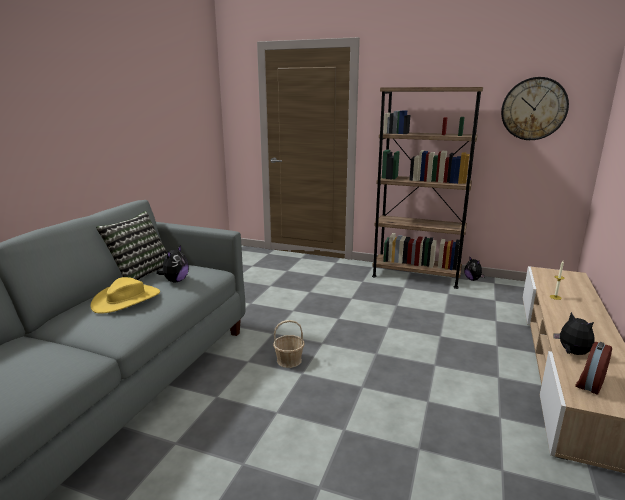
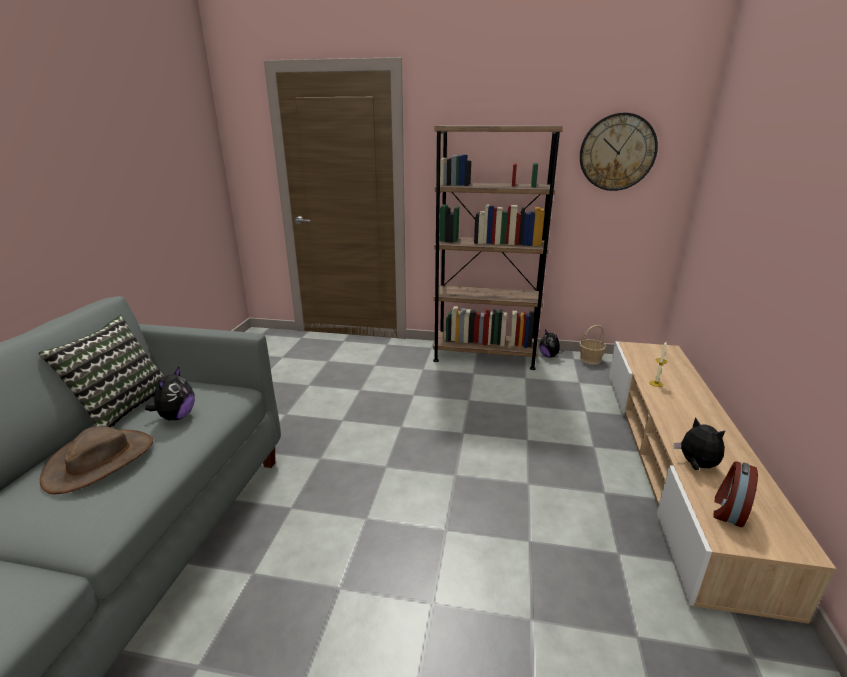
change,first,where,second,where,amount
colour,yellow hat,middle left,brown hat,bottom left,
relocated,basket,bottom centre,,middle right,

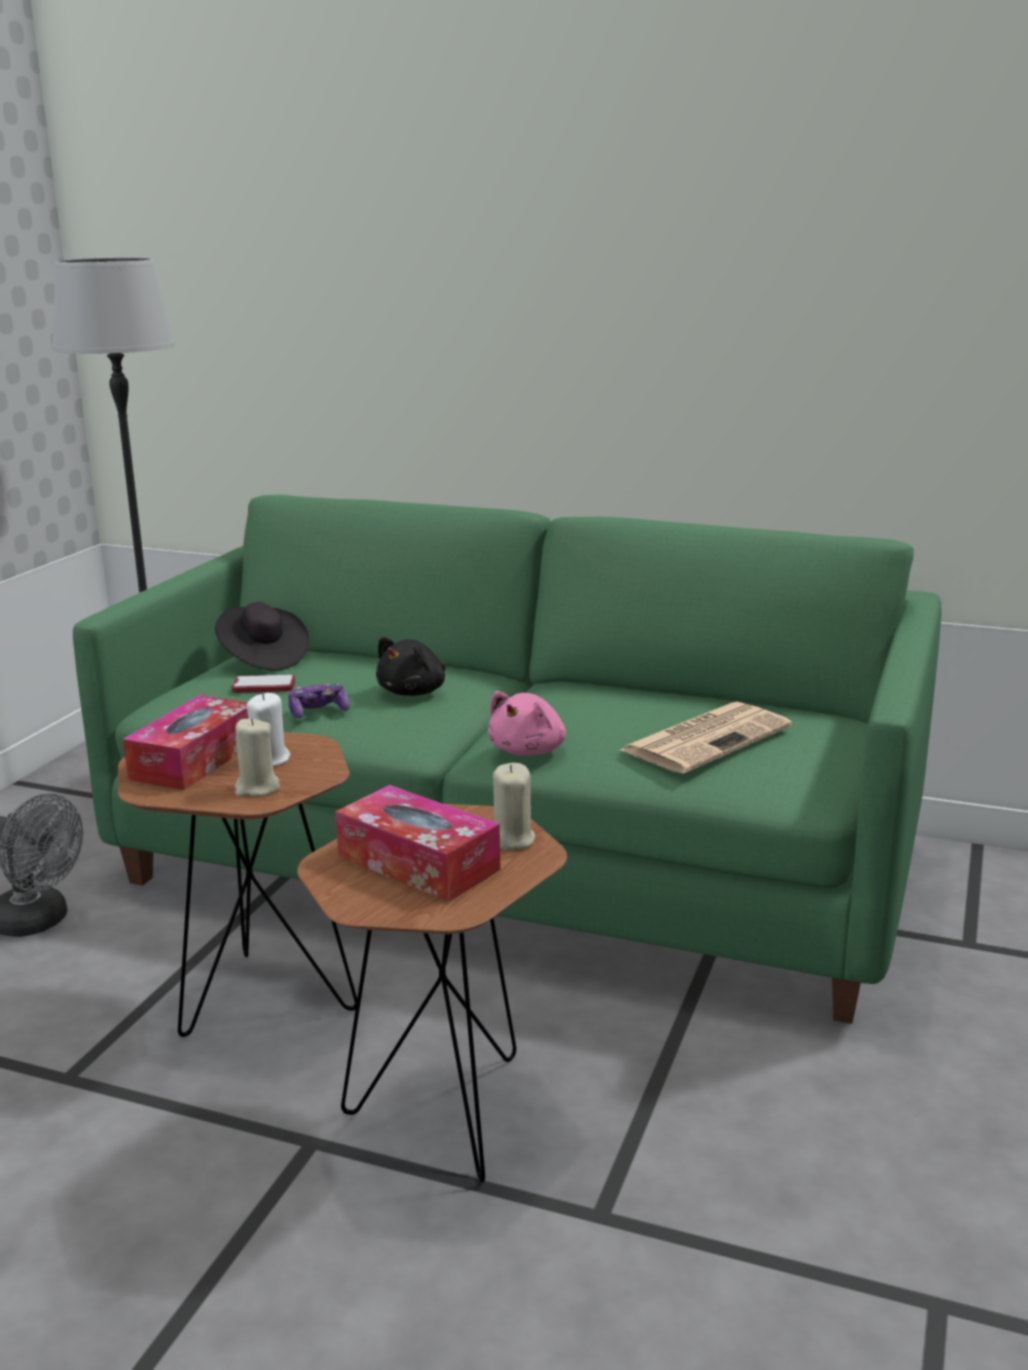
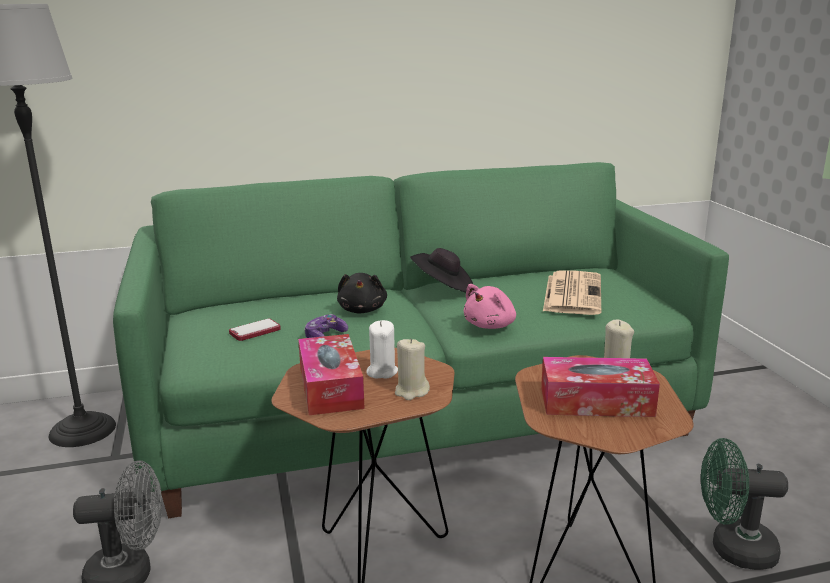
change,first,where,second,where,amount
relocated,black hat,middle left,,centre,
spun,pink plush toy,centre,,centre,45 degrees clockwise
appeared,,,green fan,bottom right,

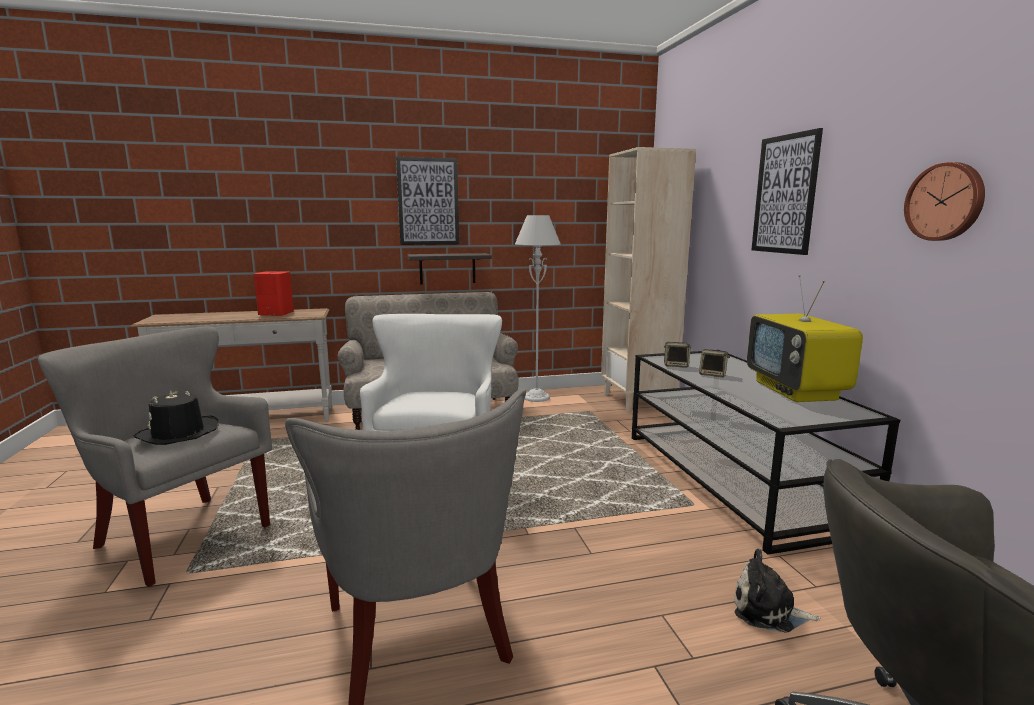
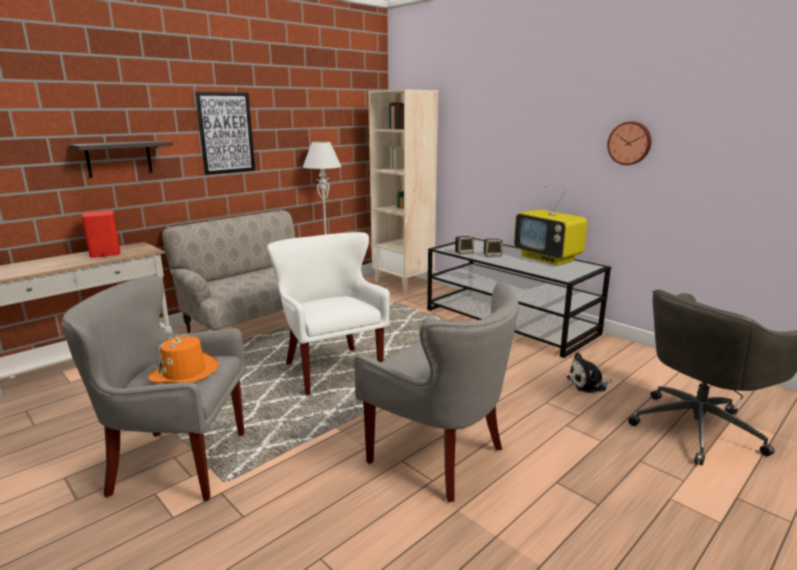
change,first,where,second,where,amount
colour,black hat,middle left,orange hat,middle left,
relocated,shelf,centre,,top left,
missing,picture (no. 2 from left),top right,,,

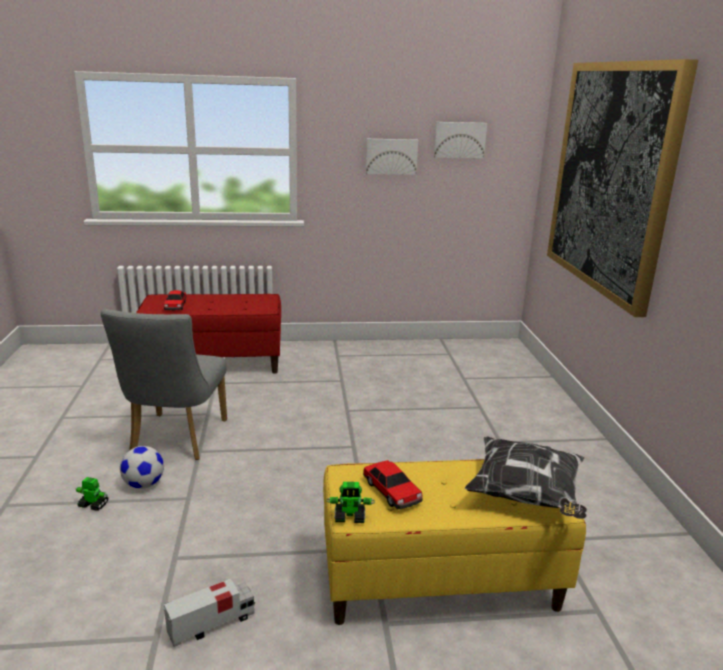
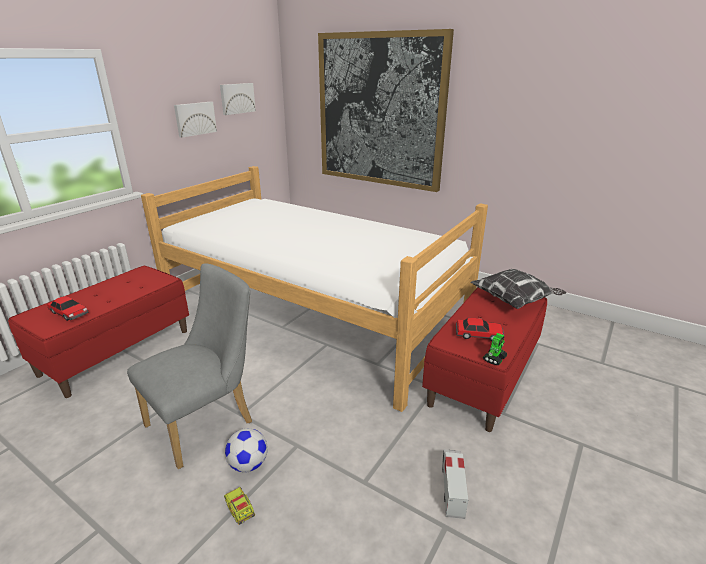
change,first,where,second,where,amount
exchanged,toy robot (no. 1 from left),bottom left,toy truck (no. 1 from left),bottom centre,
spun,grey chair,middle left,,middle left,90 degrees counterclockwise
colour,yellow bench,bottom centre,red bench (no. 2 from left),middle right,
appeared,,,bed,centre,

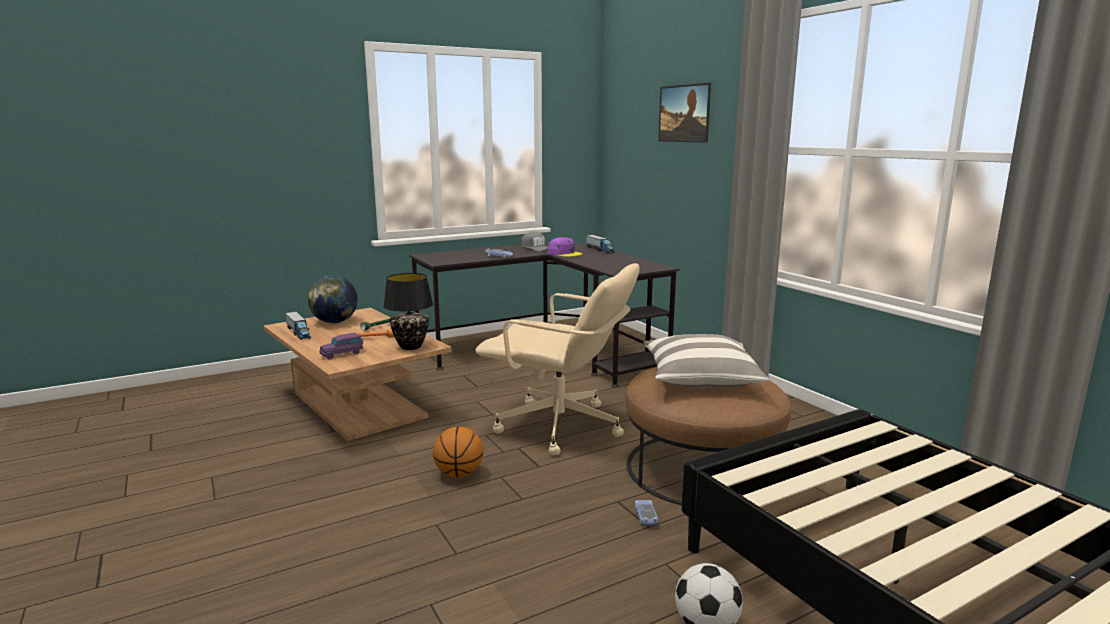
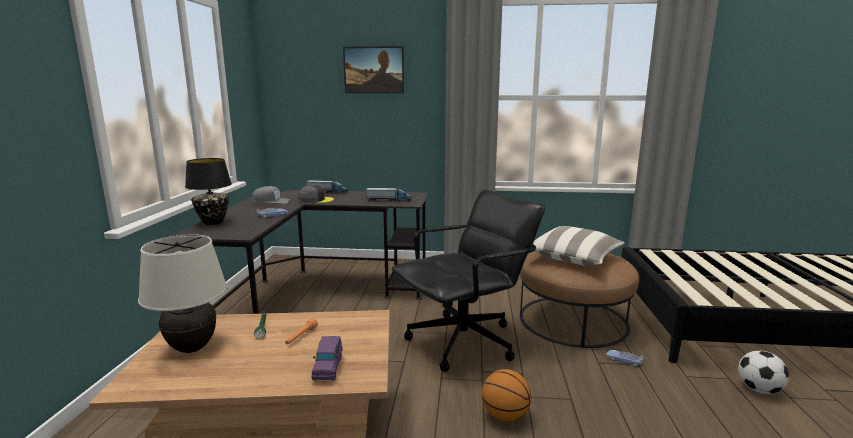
change,first,where,second,where,amount
relocated,toy truck (no. 1 from left in the first image),middle left,toy truck (no. 2 from left),centre,
exchanged,globe,middle left,beige table lamp,bottom left,
relocated,black table lamp,centre,,middle left,
colour,beige office chair,centre,black office chair,centre,
colour,purple cap,centre,grey cap (no. 2 from left),centre,

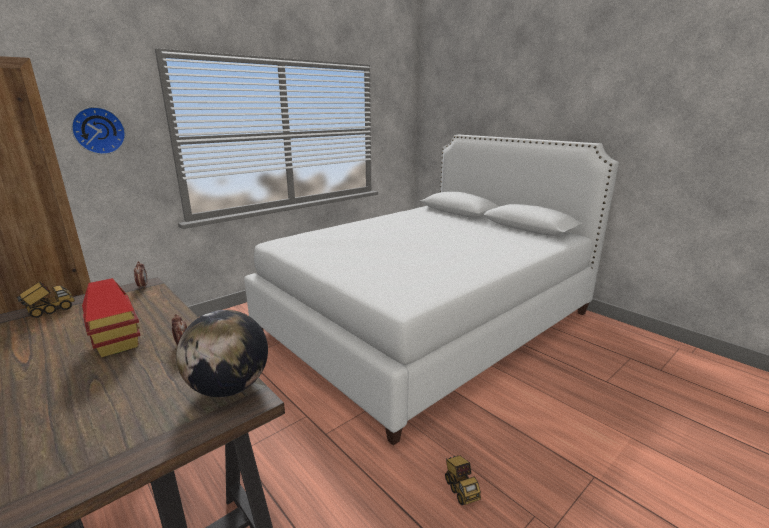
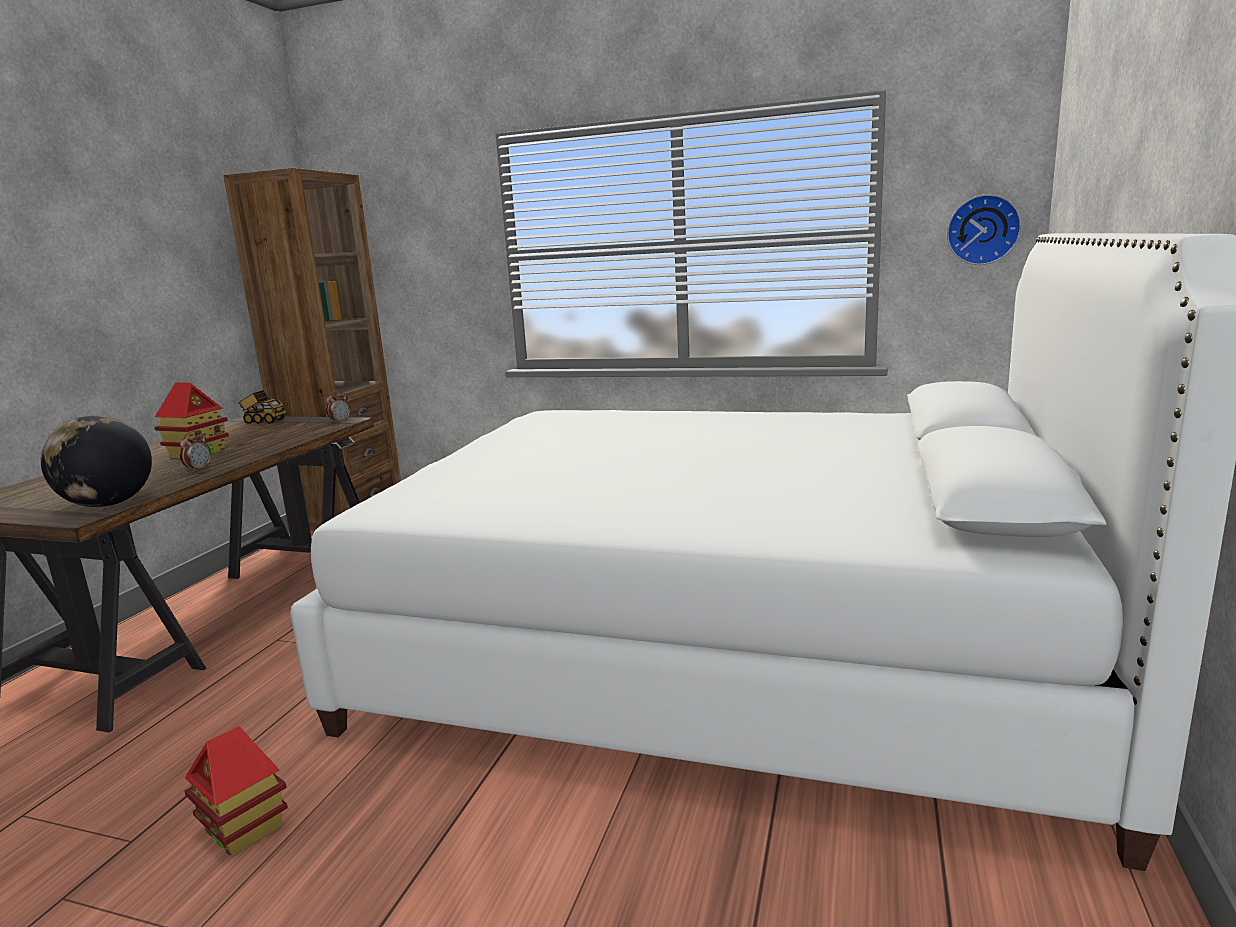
change,first,where,second,where,amount
relocated,wall clock,top left,,top right,
exchanged,toy truck (no. 2 from left),bottom centre,toy house (no. 2 from left),bottom left,

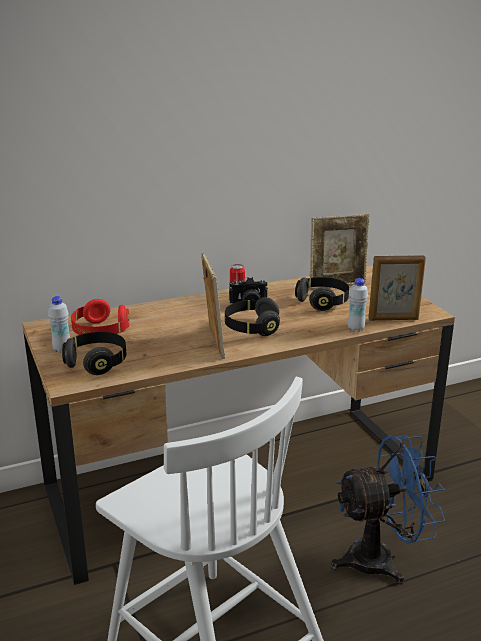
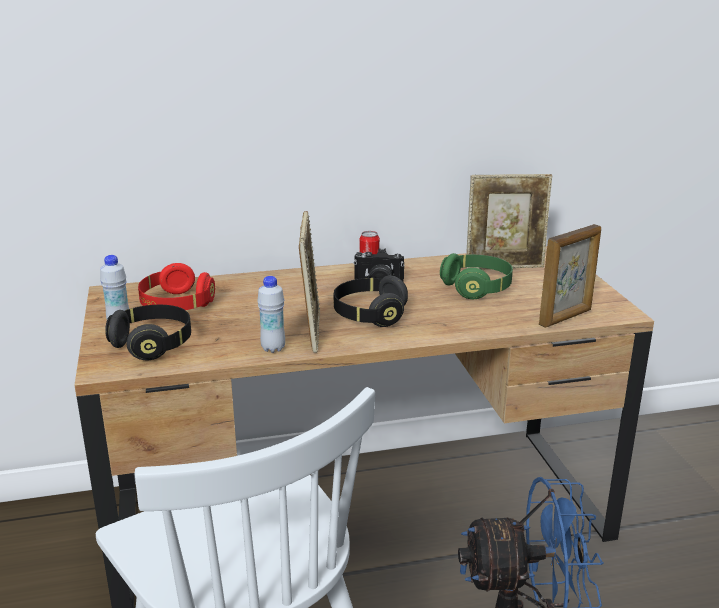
change,first,where,second,where,amount
colour,black headphones (no. 3 from left),middle right,green headphones,centre,
relocated,white bottle (no. 2 from left),middle right,,centre,
spun,picture frame (no. 3 from left),middle right,,middle right,45 degrees counterclockwise

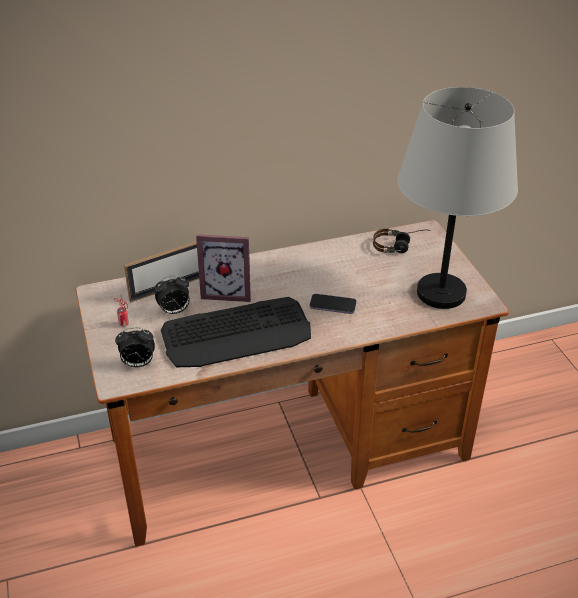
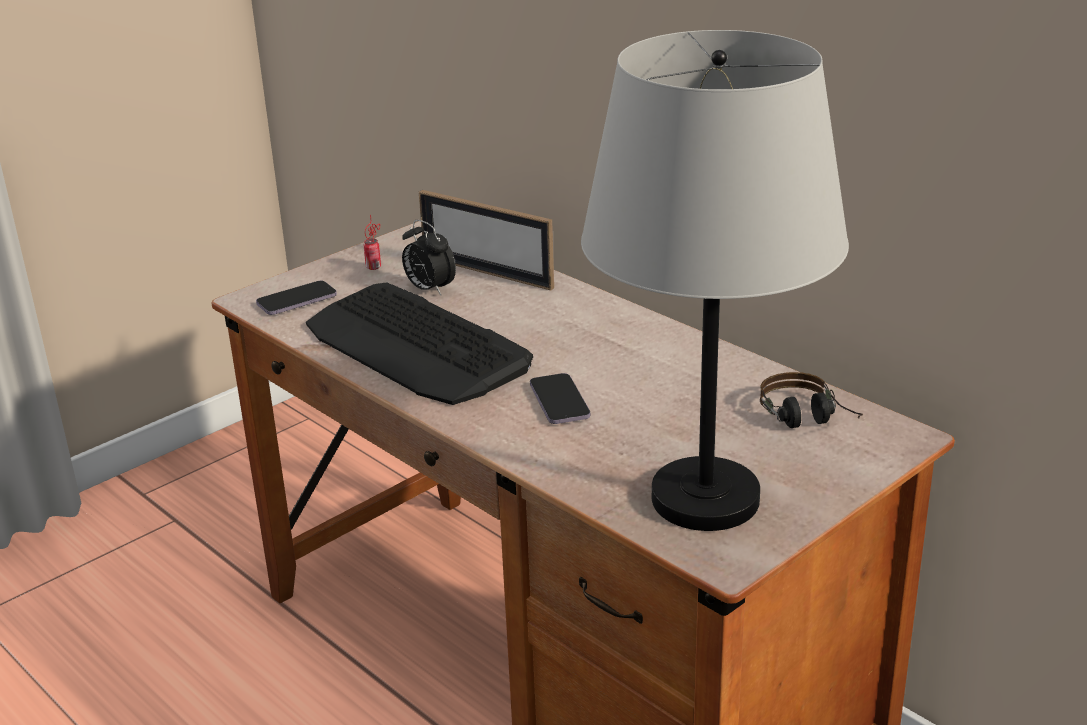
change,first,where,second,where,amount
exchanged,alarm clock (no. 1 from left),middle left,phone (no. 1 from left),middle left,
missing,picture frame (no. 2 from left),centre,,,

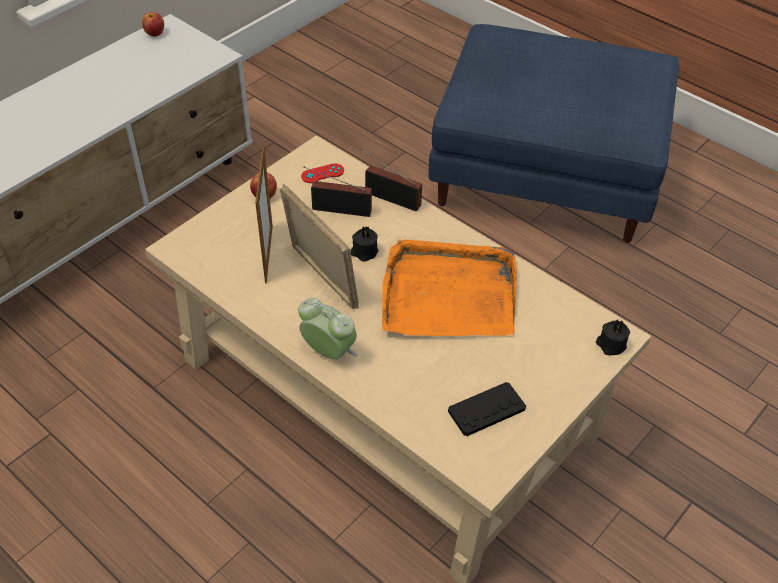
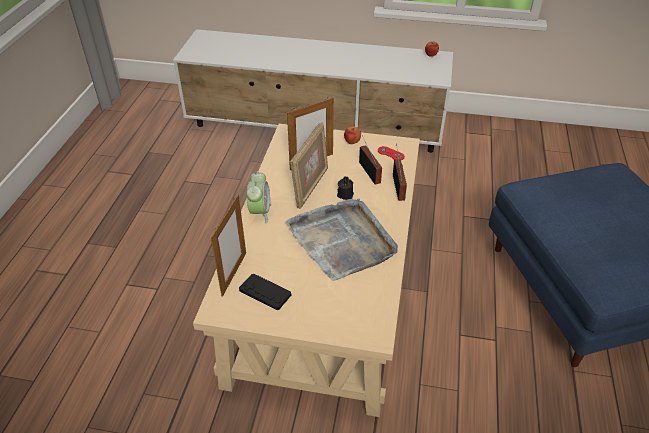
change,first,where,second,where,amount
colour,orange tray,centre,grey tray,centre,
missing,black candle (no. 2 from left),middle right,,,
appeared,,,picture frame (no. 1 from left),centre,

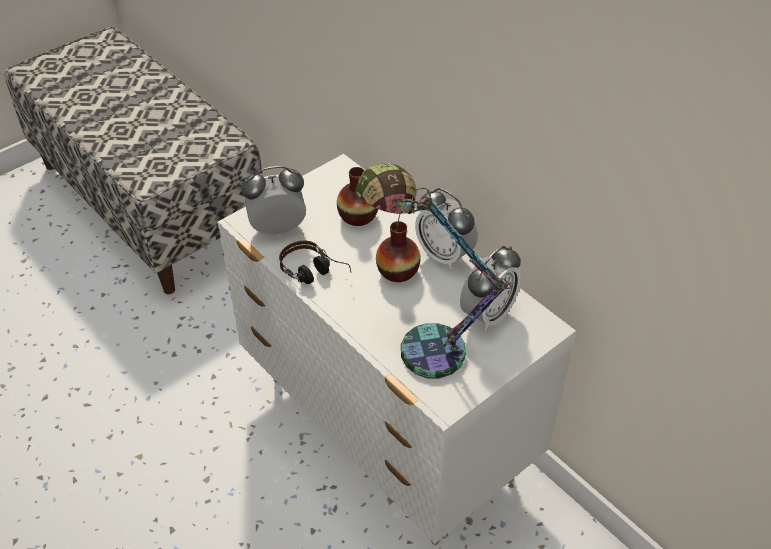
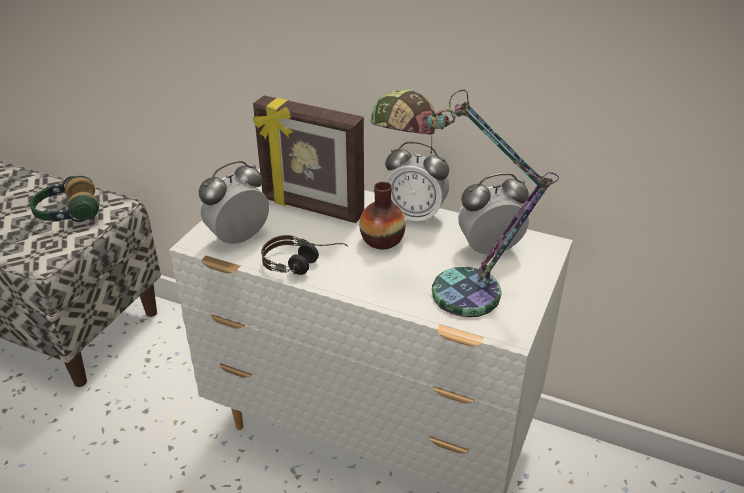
change,first,where,second,where,amount
exchanged,vase (no. 1 from left),centre,picture frame,top centre,
spun,alarm clock (no. 3 from left),centre,,centre,120 degrees counterclockwise
appeared,,,headphones (no. 1 from left),middle left,

